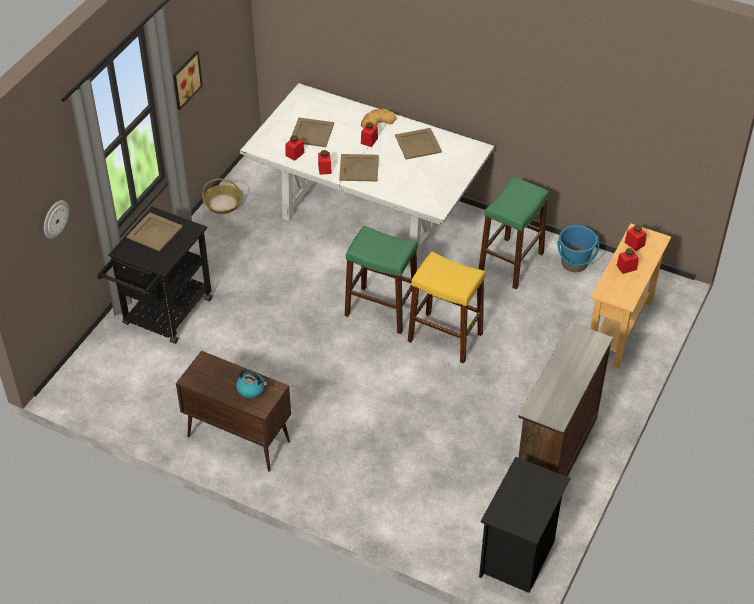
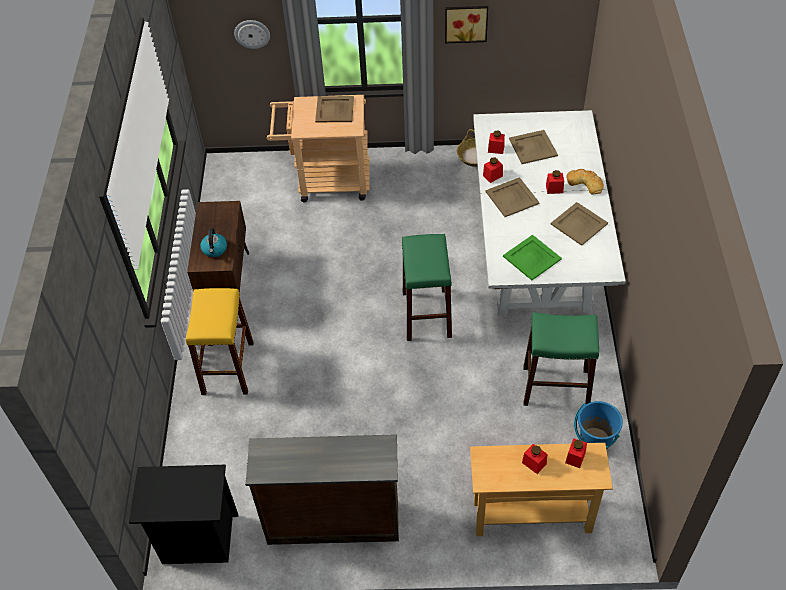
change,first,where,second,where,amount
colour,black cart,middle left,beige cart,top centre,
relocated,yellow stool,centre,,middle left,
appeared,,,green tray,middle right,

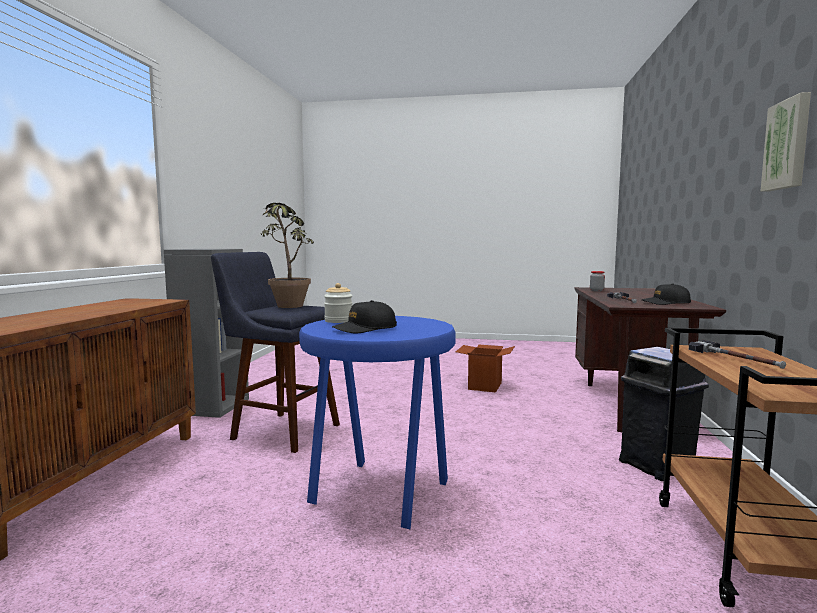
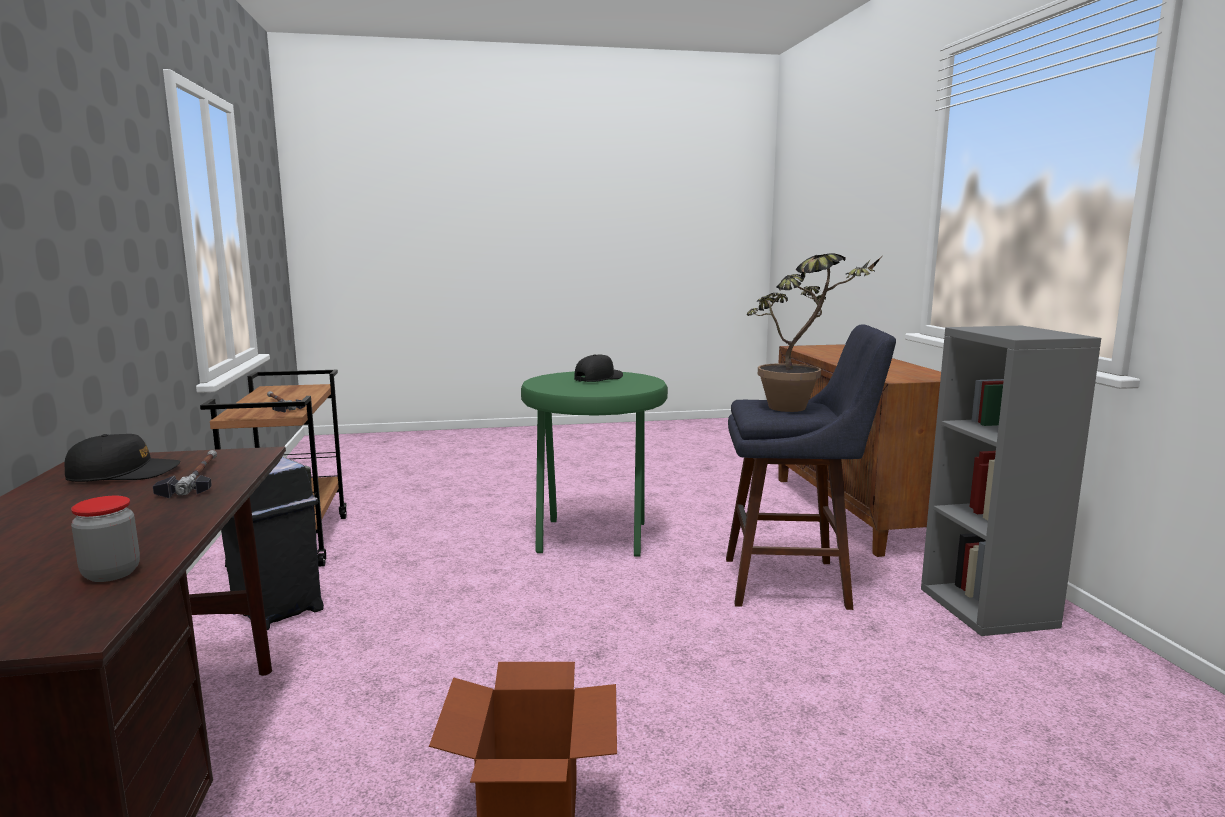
change,first,where,second,where,amount
colour,blue stool (no. 2 from left),bottom centre,green stool,centre,
missing,jar (no. 1 from left),centre,,,
missing,picture,top right,,,

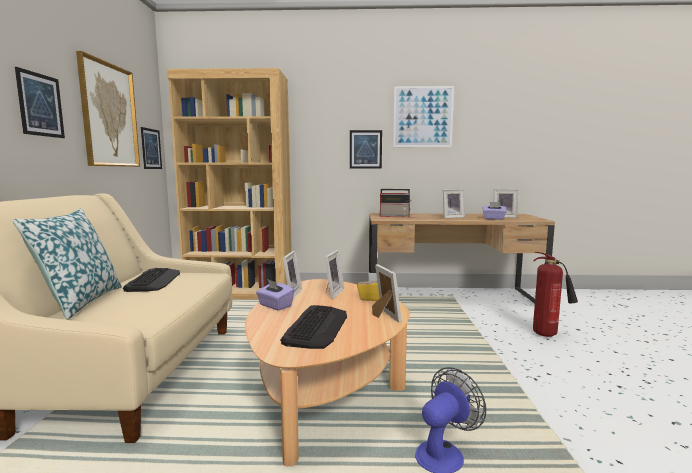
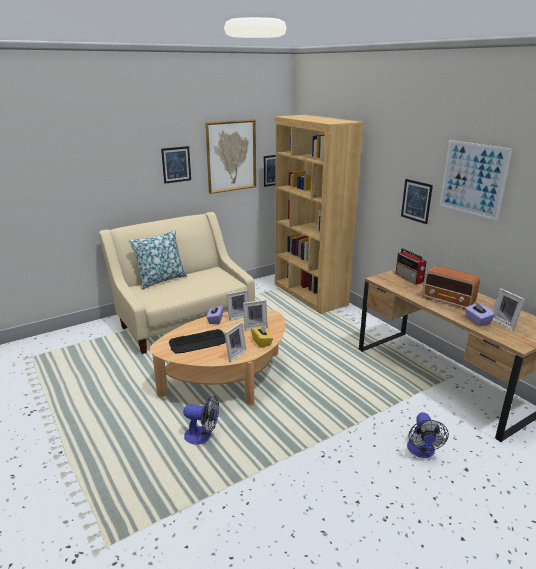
change,first,where,second,where,amount
missing,keyboard (no. 1 from left),middle left,,,
exchanged,picture frame (no. 4 from left),centre,radio (no. 2 from left),middle right,
exchanged,fire extinguisher,middle right,fan (no. 2 from left),bottom right,

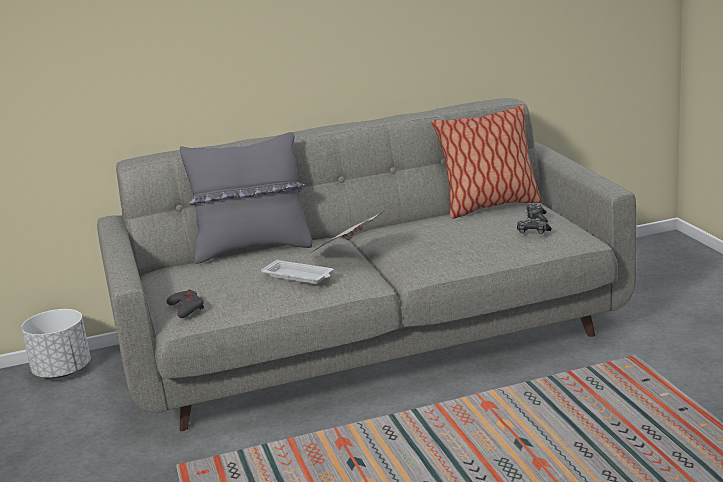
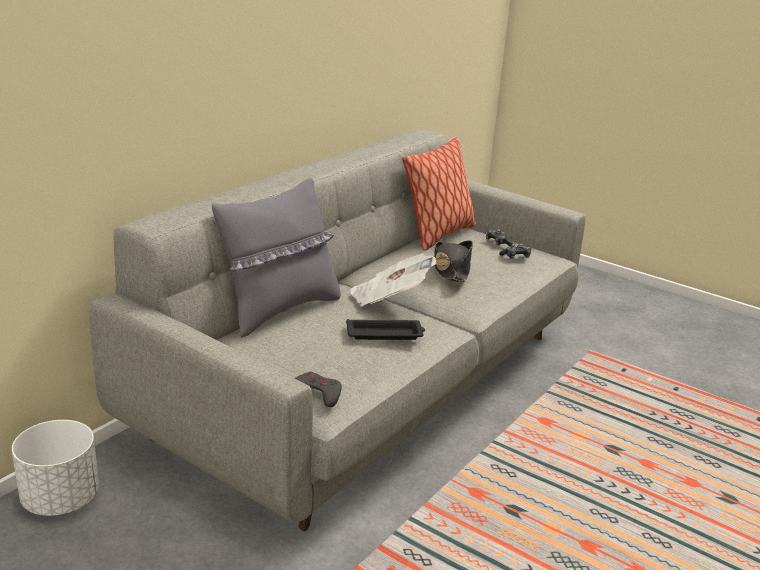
change,first,where,second,where,amount
colour,white tray,centre,black tray,centre,
appeared,,,black hat,centre,

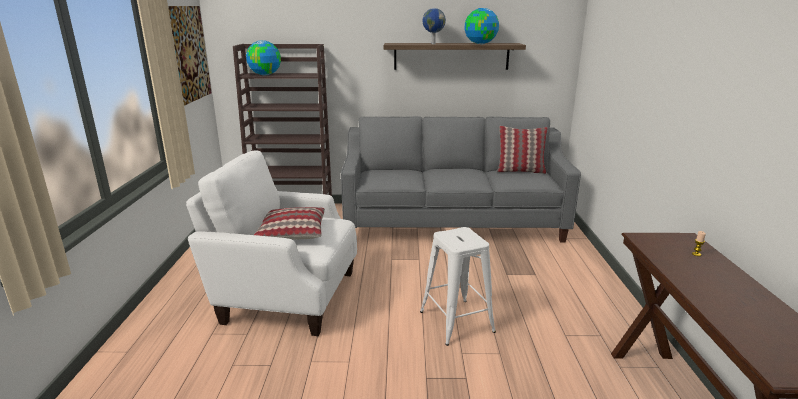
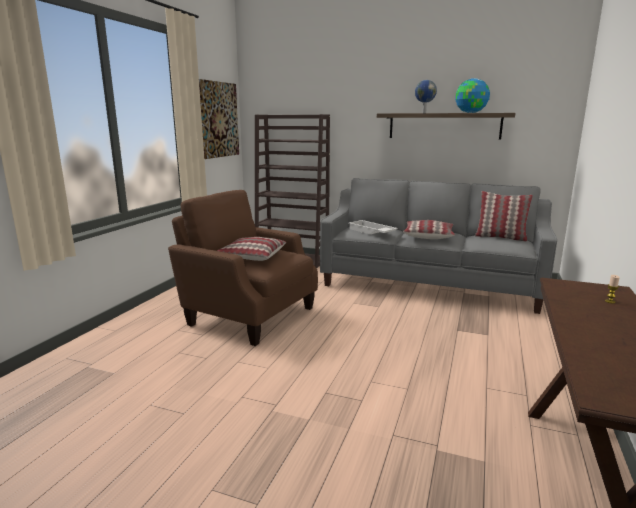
change,first,where,second,where,amount
colour,white armchair,centre,brown armchair,centre,
missing,globe (no. 1 from left),top left,,,
missing,white stool,bottom centre,,,
appeared,,,white tray,centre,
appeared,,,pillow (no. 2 from left),middle right,

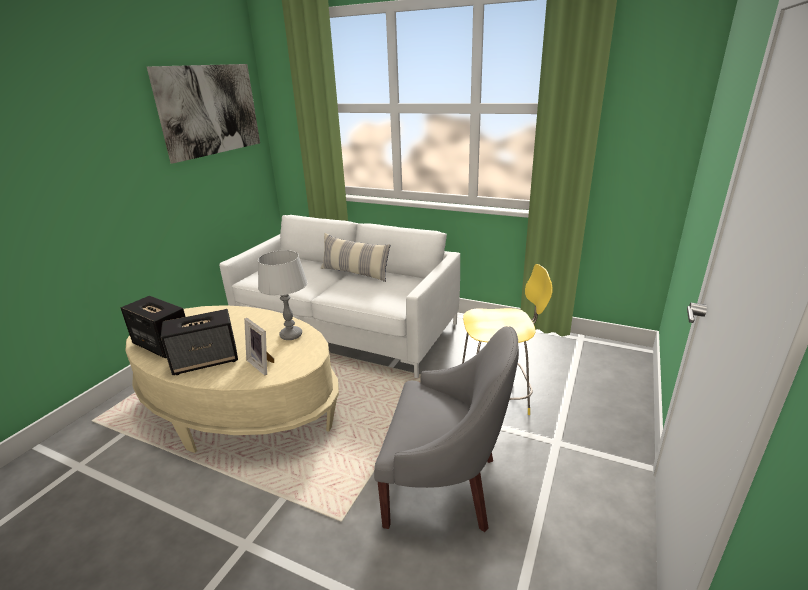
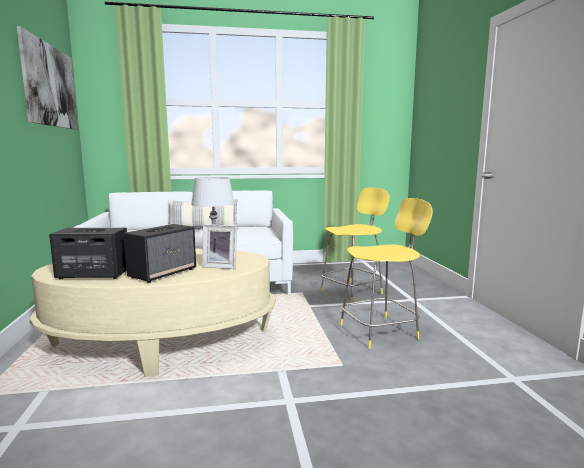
change,first,where,second,where,amount
exchanged,grey armchair,bottom centre,yellow stool (no. 2 from left),centre,

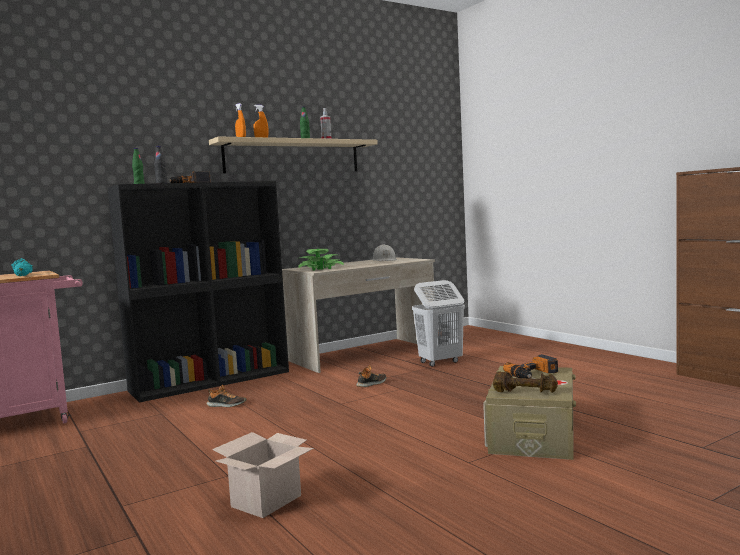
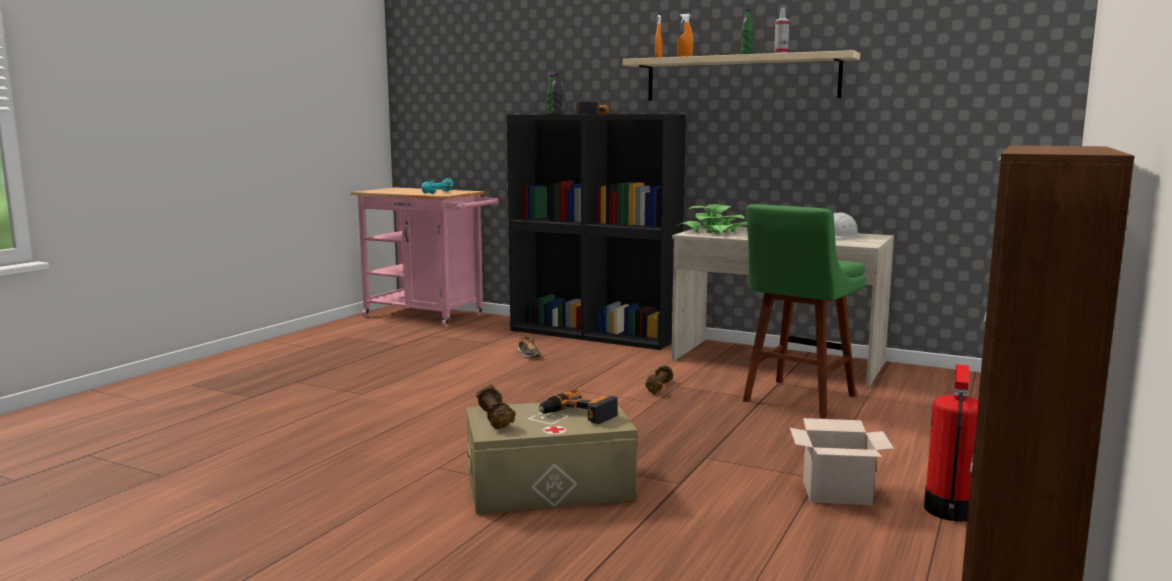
change,first,where,second,where,amount
relocated,cardboard box,bottom centre,,bottom right,
exchanged,shoe (no. 2 from left),bottom centre,brown dumbbell (no. 2 from left),centre,
exchanged,white laundry basket,centre,green stool,middle right,
appeared,,,fire extinguisher,bottom right,

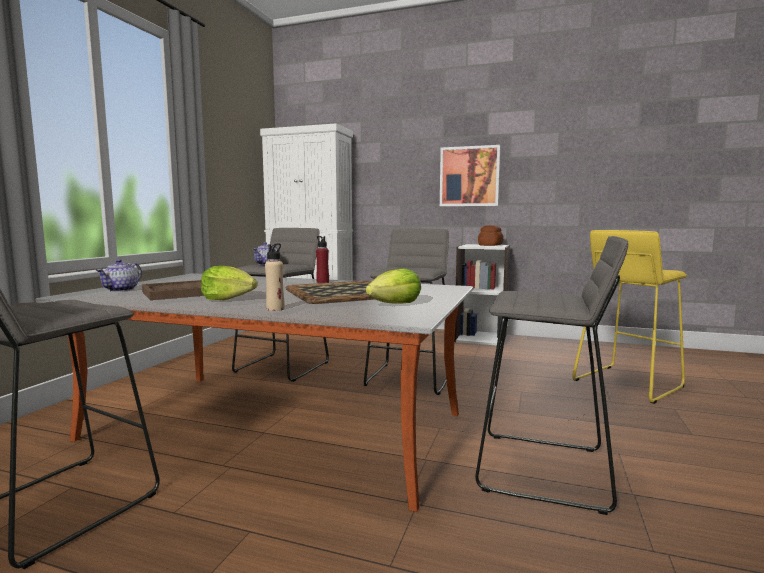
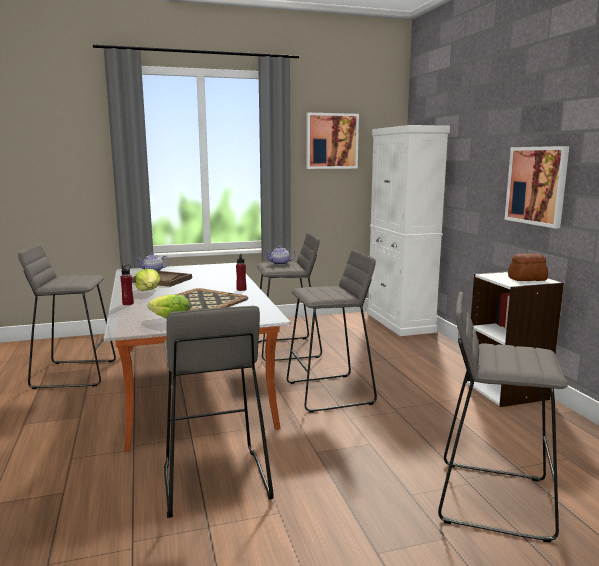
change,first,where,second,where,amount
colour,beige bottle,centre,red bottle (no. 1 from left),middle left,
colour,yellow stool,middle right,grey stool (no. 5 from left),bottom right,
appeared,,,picture (no. 1 from left),top centre,

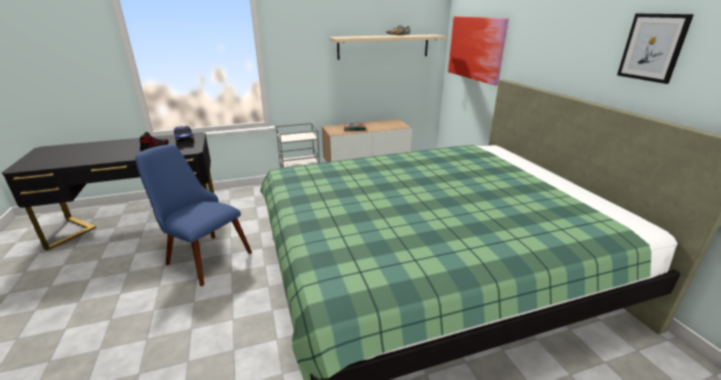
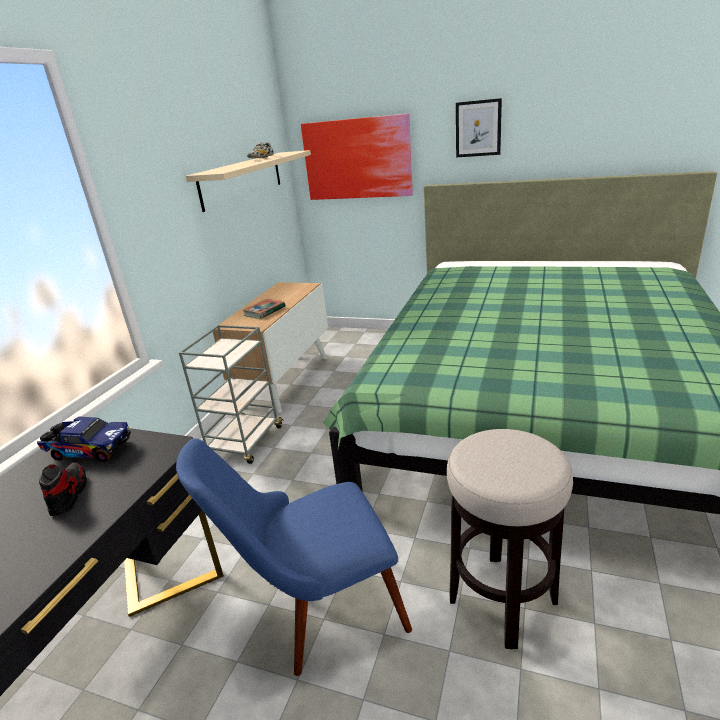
change,first,where,second,where,amount
relocated,picture (no. 2 from left),top right,,top centre,
appeared,,,stool,bottom right,

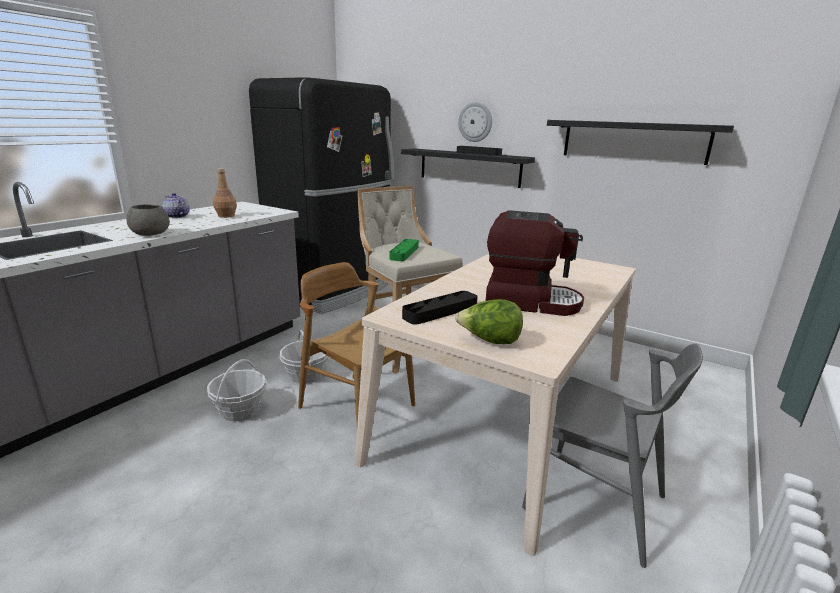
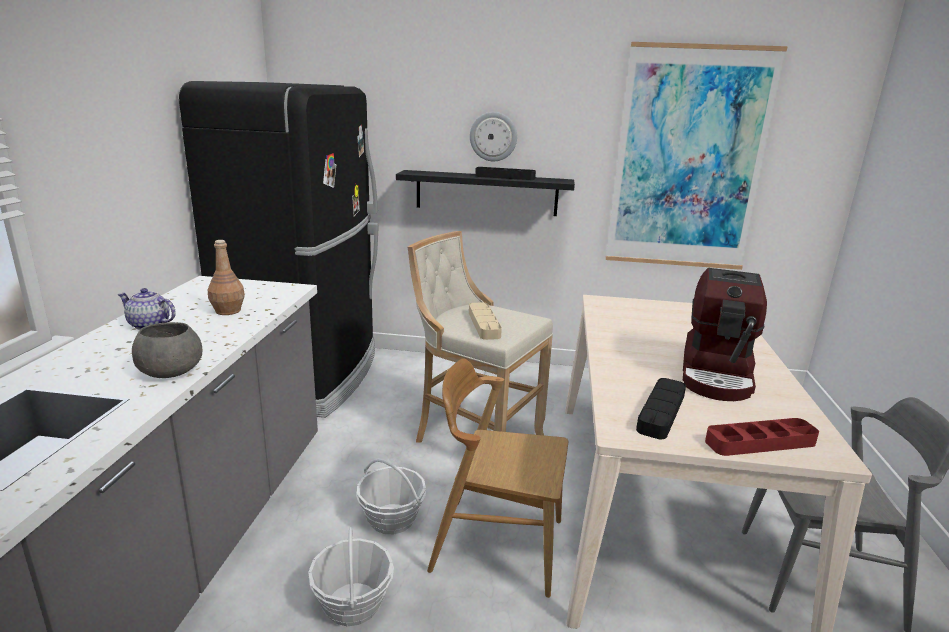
change,first,where,second,where,amount
colour,green tray,centre,beige tray,centre,
exchanged,lettuce,centre,red tray,bottom right,
spun,coffee machine,centre,,middle right,120 degrees clockwise
exchanged,black shelf (no. 2 from left),top right,picture,top right,

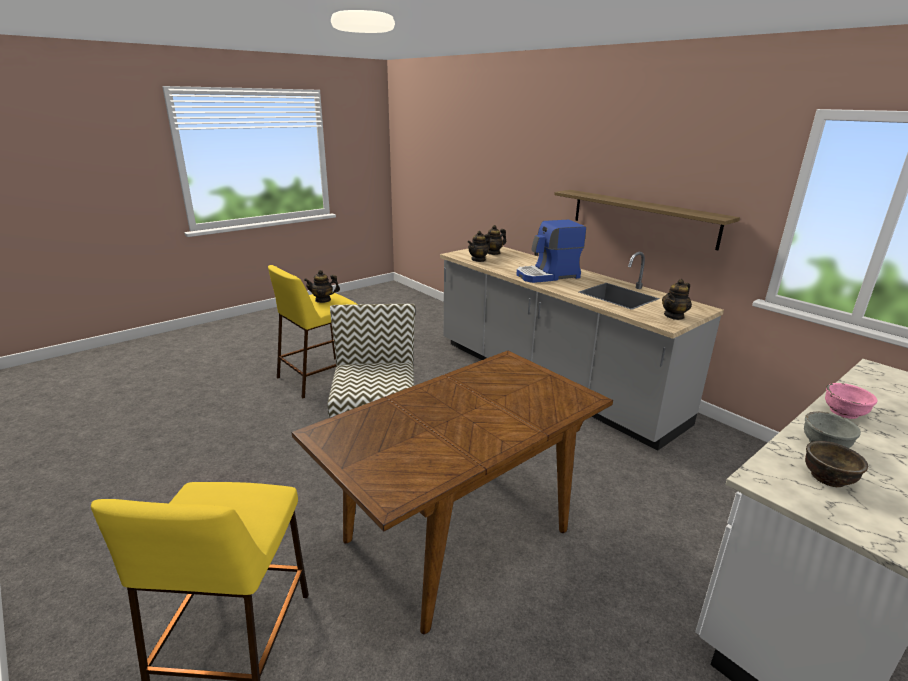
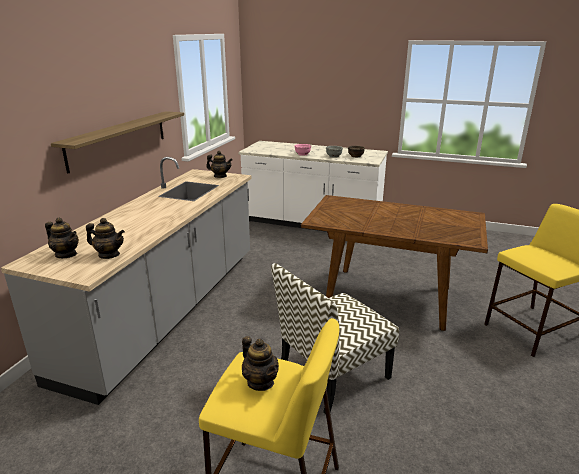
change,first,where,second,where,amount
missing,coffee machine,centre,,,

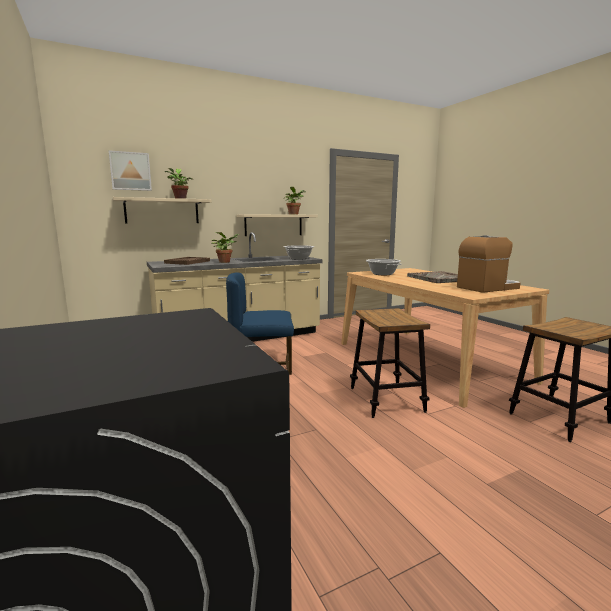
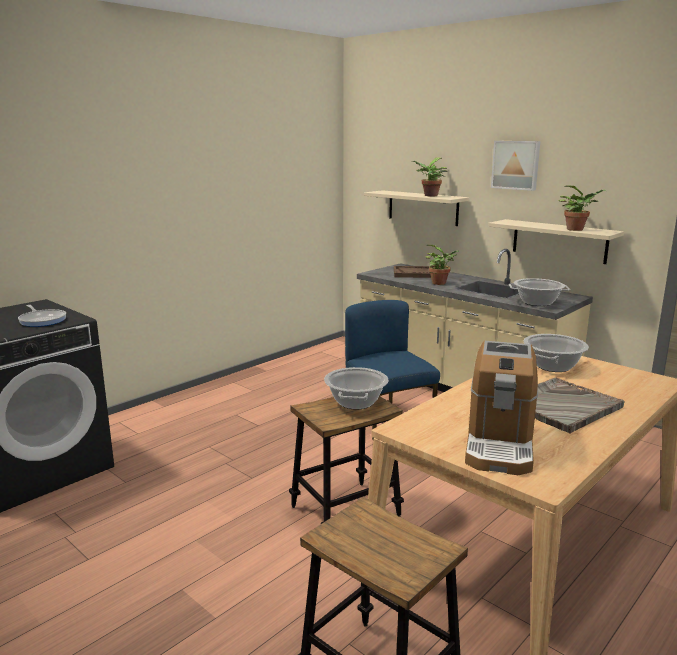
change,first,where,second,where,amount
relocated,picture,top left,,top right,
spun,coffee machine,middle right,,middle right,60 degrees clockwise
appeared,,,frying pan,middle left,
appeared,,,cooking pot (no. 1 from left),centre,

